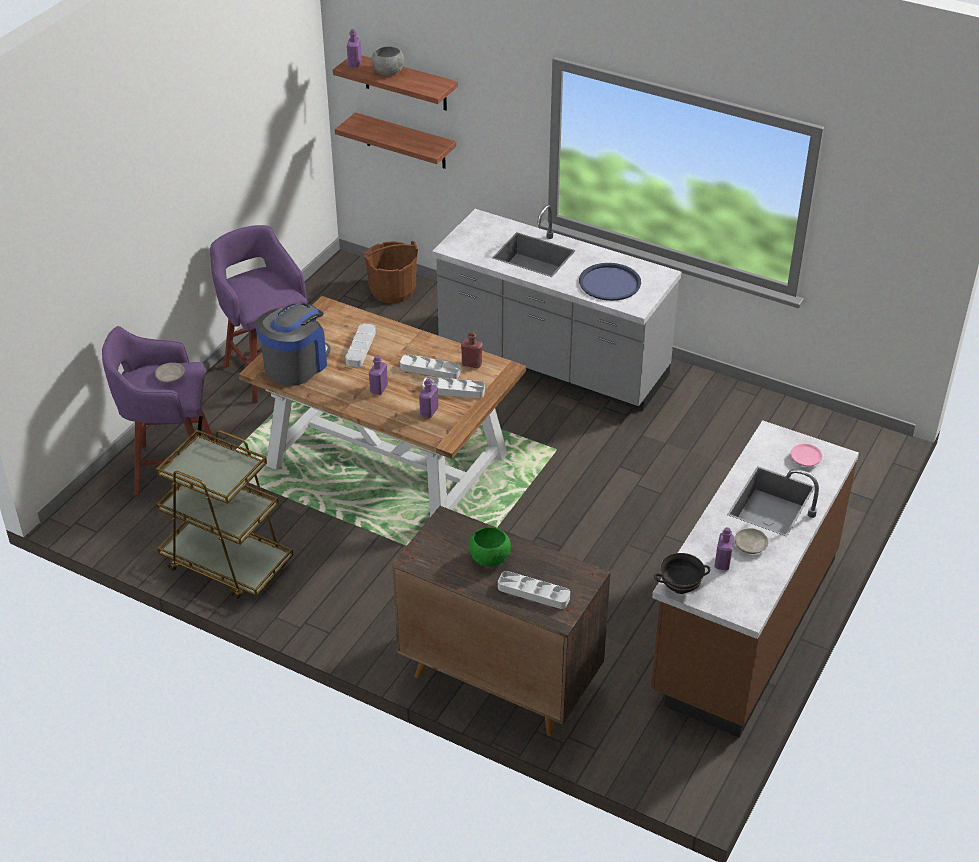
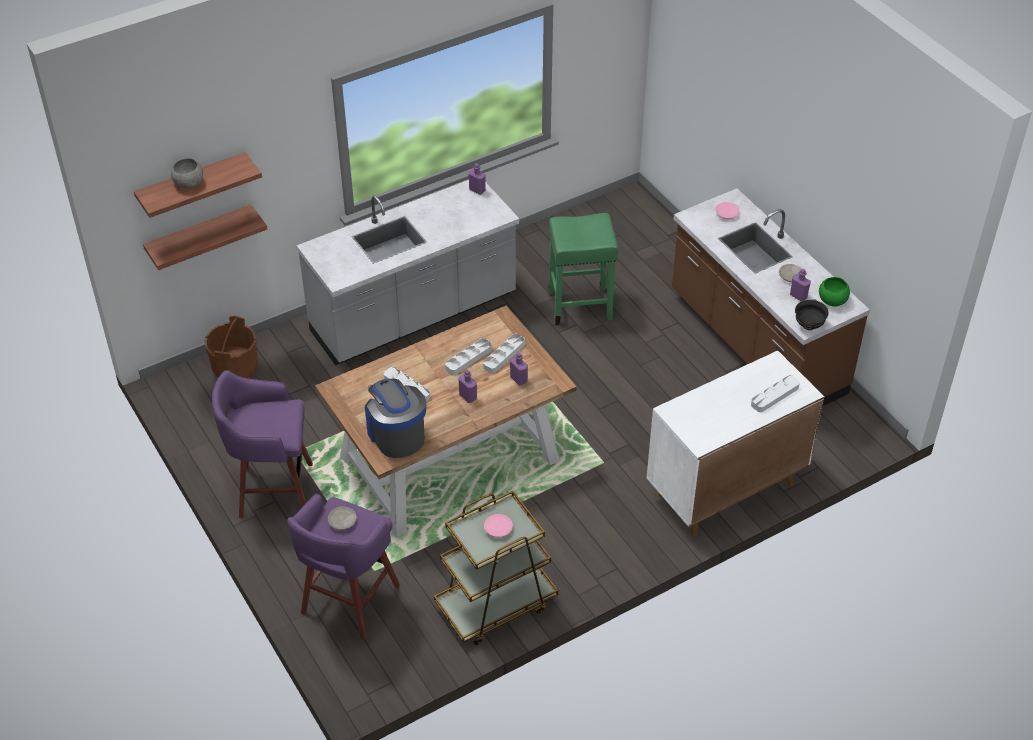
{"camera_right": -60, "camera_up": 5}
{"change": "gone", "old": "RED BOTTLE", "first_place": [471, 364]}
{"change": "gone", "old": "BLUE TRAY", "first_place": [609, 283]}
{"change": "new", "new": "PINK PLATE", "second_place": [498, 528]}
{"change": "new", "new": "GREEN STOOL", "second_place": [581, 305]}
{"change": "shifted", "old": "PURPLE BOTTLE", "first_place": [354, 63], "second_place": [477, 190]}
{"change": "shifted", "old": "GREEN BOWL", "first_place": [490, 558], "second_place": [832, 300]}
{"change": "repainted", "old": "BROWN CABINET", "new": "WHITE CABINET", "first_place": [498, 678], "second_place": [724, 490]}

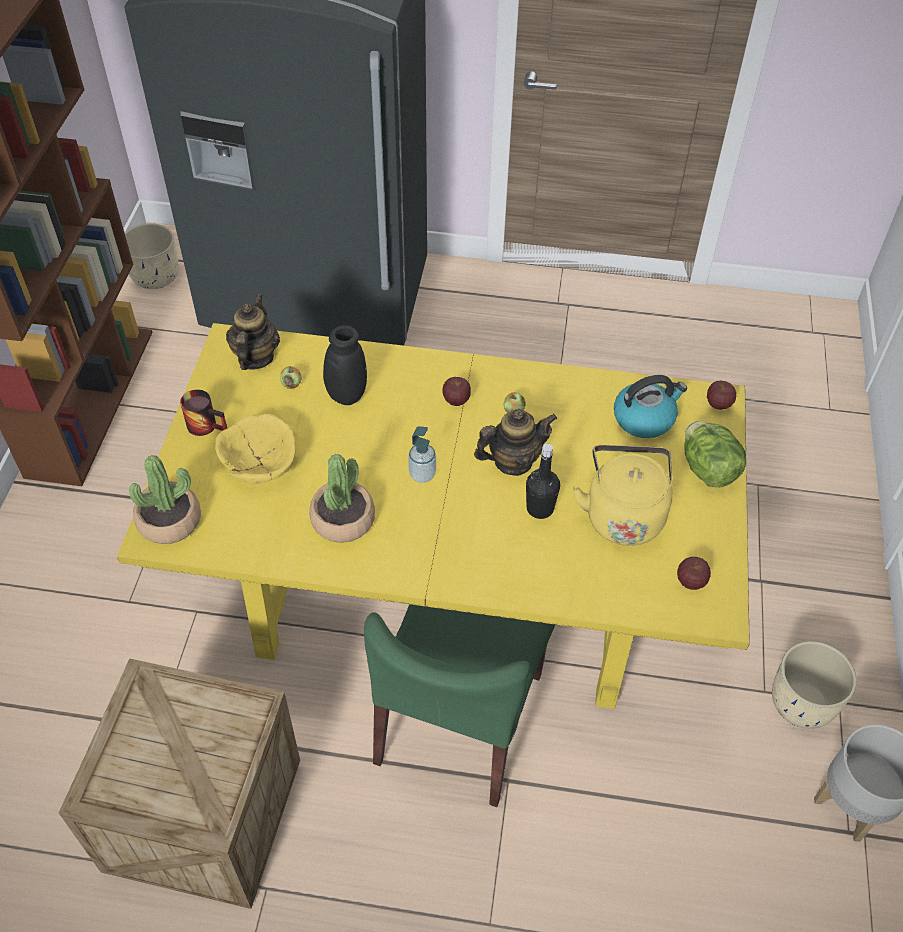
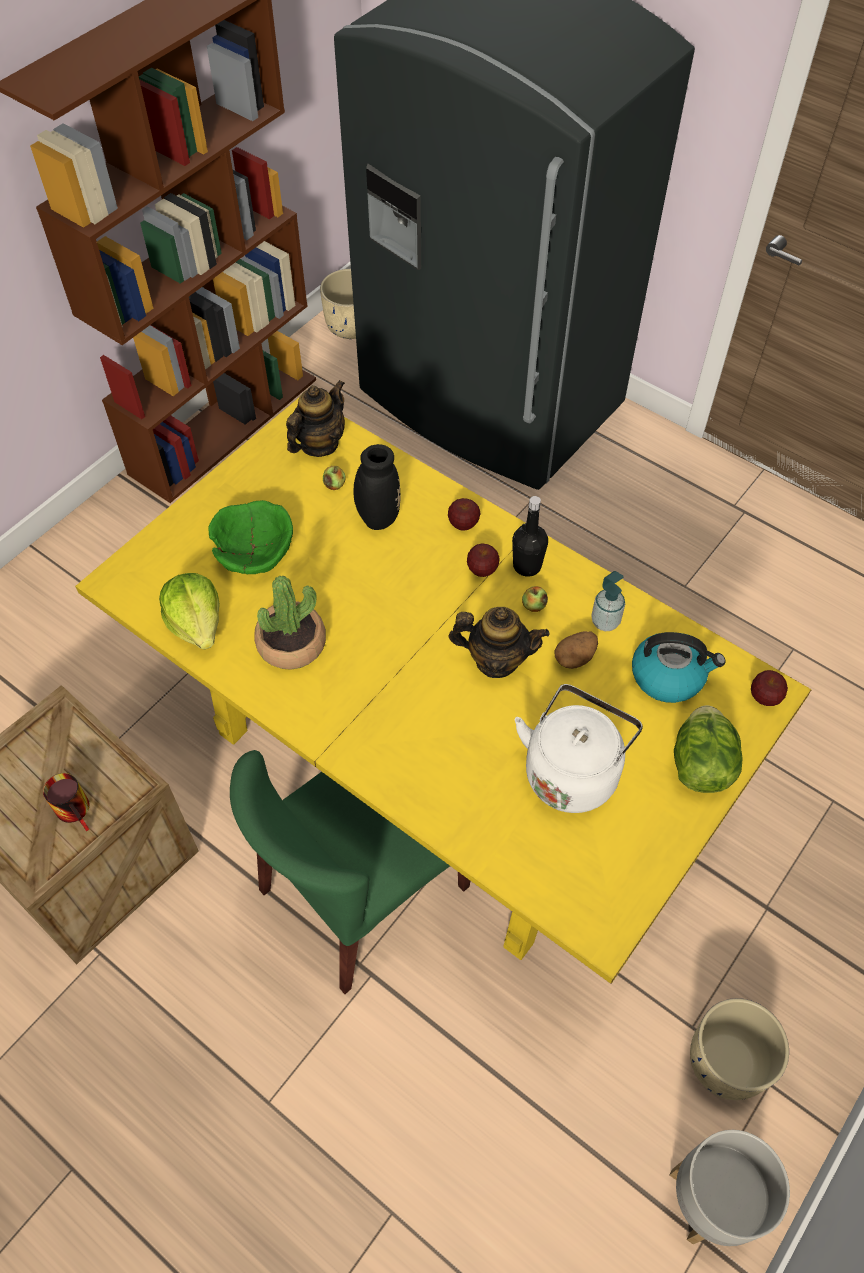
{"camera_right": 30, "camera_up": 5}
{"change": "gone", "old": "POTTED PLANT", "first_place": [169, 521]}
{"change": "new", "new": "LETTUCE", "second_place": [197, 623]}
{"change": "new", "new": "POTATO", "second_place": [575, 657]}
{"change": "shifted", "old": "MUG", "first_place": [208, 424], "second_place": [78, 810]}
{"change": "shifted", "old": "SOAP DISPENSER", "first_place": [422, 474], "second_place": [605, 621]}
{"change": "shifted", "old": "BLACK BOTTLE", "first_place": [540, 508], "second_place": [527, 566]}
{"change": "shifted", "old": "APPLE", "first_place": [690, 582], "second_place": [463, 524]}
{"change": "repainted", "old": "YELLOW BOWL", "new": "GREEN BOWL", "first_place": [259, 461], "second_place": [255, 550]}
{"change": "repainted", "old": "YELLOW KETTLE", "new": "WHITE KETTLE", "first_place": [623, 514], "second_place": [572, 770]}

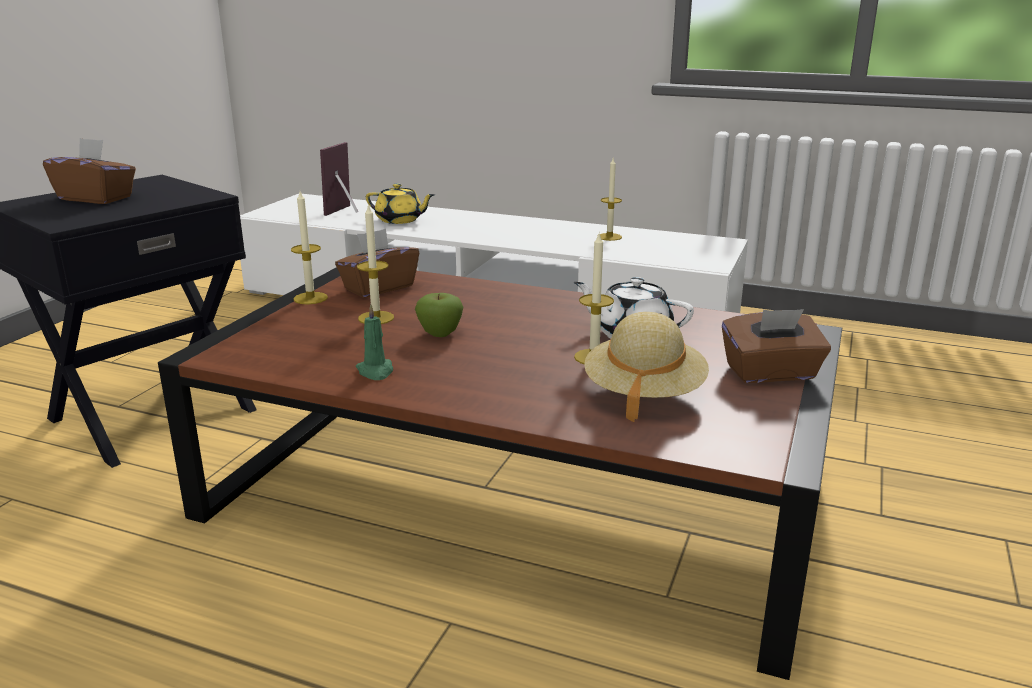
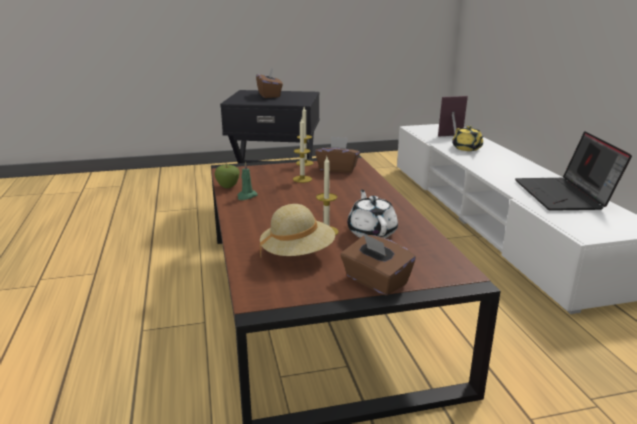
{"camera_right": 55, "camera_up": 0}
{"change": "shifted", "old": "APPLE", "first_place": [440, 334], "second_place": [228, 186]}
{"change": "swapped", "old": "CANDLE", "new": "LAPTOP", "first_place": [609, 237], "second_place": [564, 195]}

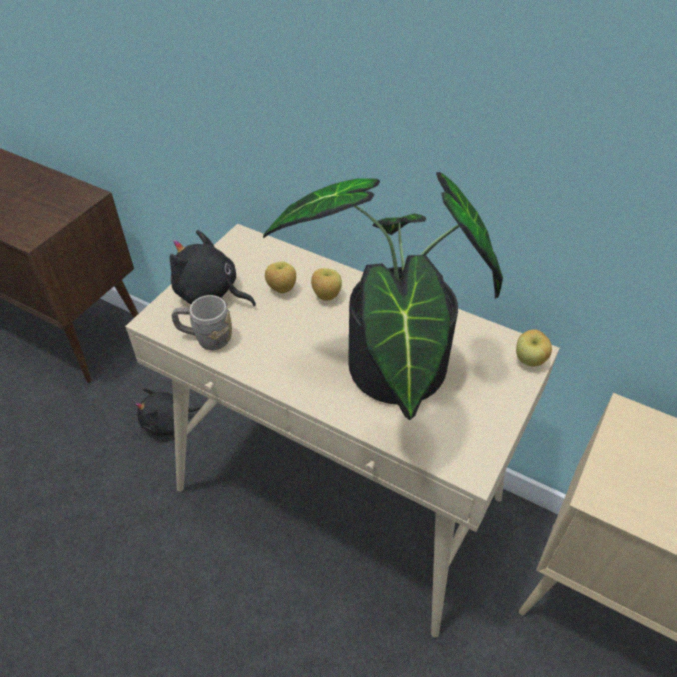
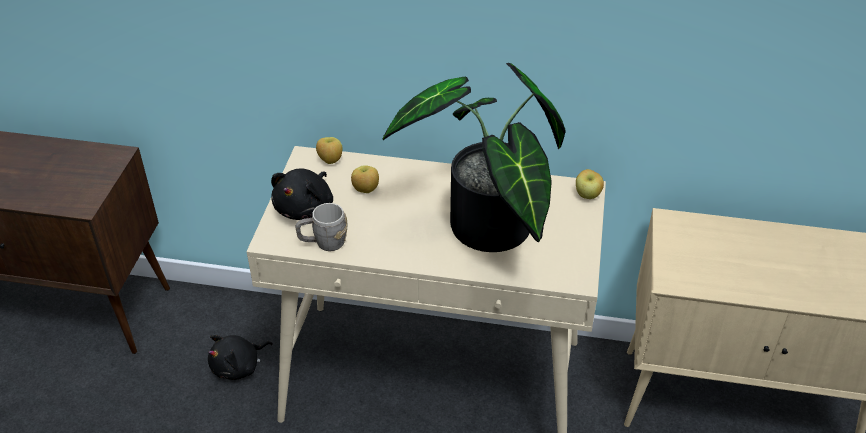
{"camera_right": -20, "camera_up": -5}
{"change": "shifted", "old": "APPLE", "first_place": [326, 296], "second_place": [330, 161]}
{"change": "rotated", "old": "BLACK PLUSH TOY", "first_place": [210, 293], "second_place": [306, 208], "degrees": -75}

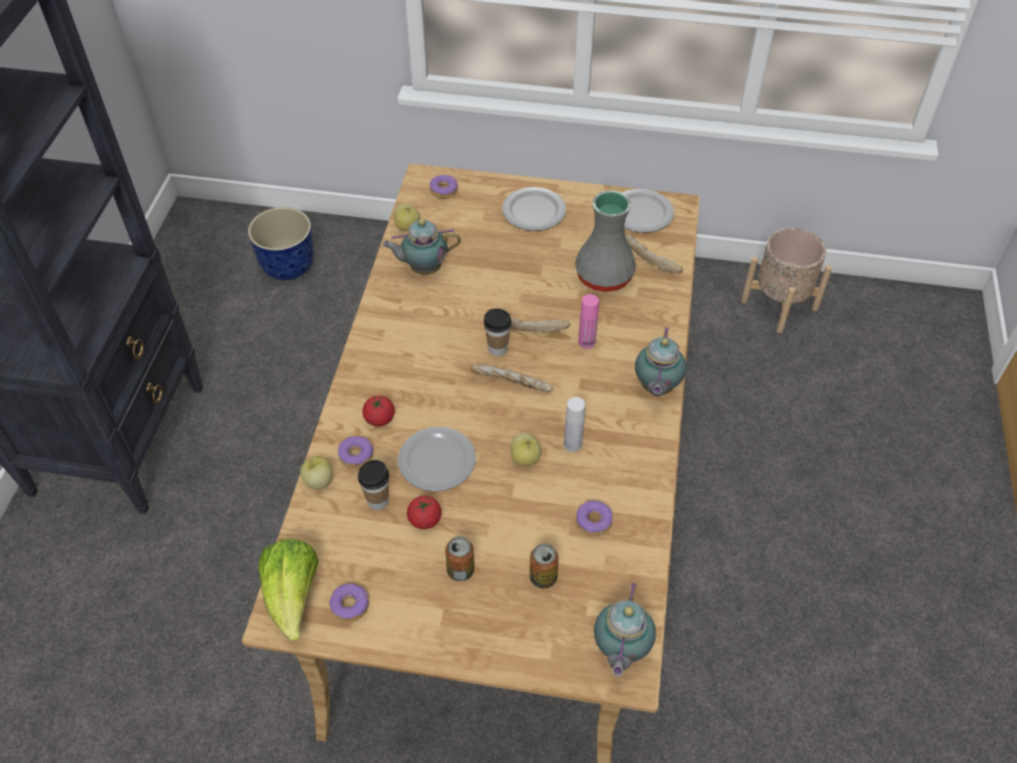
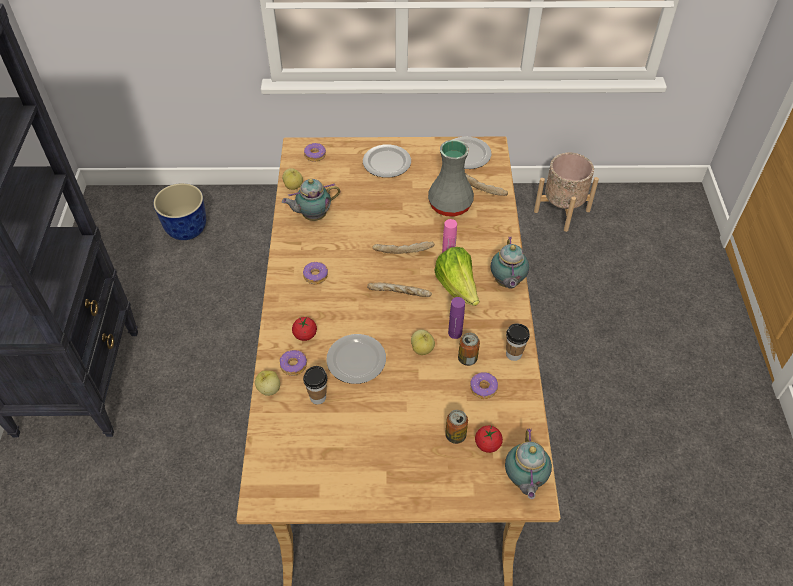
{"camera_right": -10, "camera_up": 0}
{"change": "shifted", "old": "LETTUCE", "first_place": [293, 598], "second_place": [457, 287]}
{"change": "shifted", "old": "DONUT", "first_place": [350, 605], "second_place": [315, 276]}
{"change": "shifted", "old": "TOMATO", "first_place": [425, 519], "second_place": [487, 444]}
{"change": "shifted", "old": "CAN", "first_place": [460, 570], "second_place": [467, 358]}
{"change": "shifted", "old": "CUP", "first_place": [497, 348], "second_place": [513, 354]}
{"change": "repainted", "old": "WHITE BOTTLE", "new": "PURPLE BOTTLE", "first_place": [572, 444], "second_place": [455, 333]}

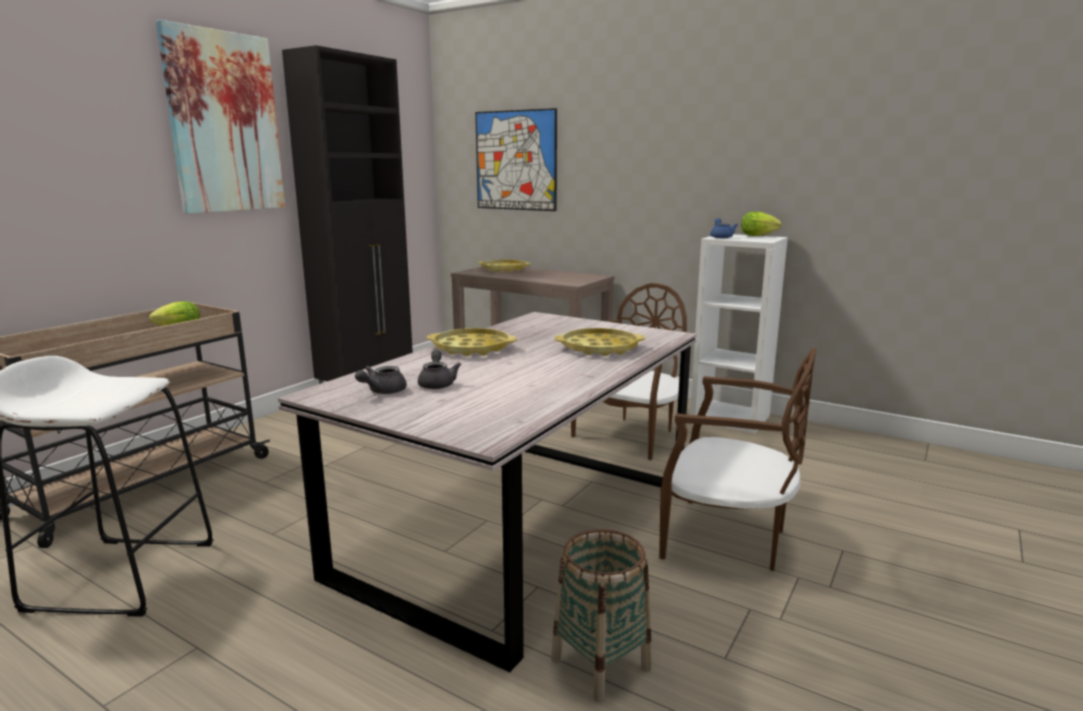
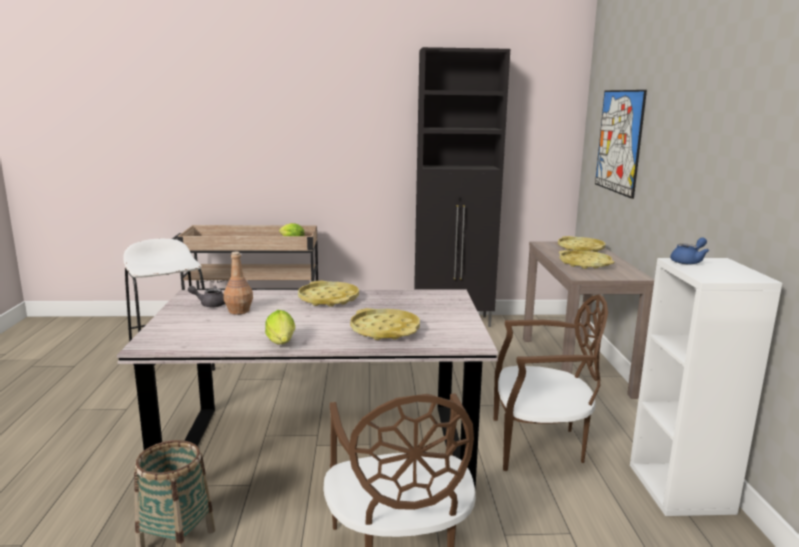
{"camera_right": 55, "camera_up": 0}
{"change": "gone", "old": "PICTURE", "first_place": [225, 123]}
{"change": "new", "new": "YELLOW TRAY", "second_place": [585, 264]}
{"change": "shifted", "old": "LETTUCE", "first_place": [760, 236], "second_place": [281, 344]}
{"change": "swapped", "old": "GREY TEAPOT", "new": "BROWN BOTTLE", "first_place": [437, 383], "second_place": [239, 311]}

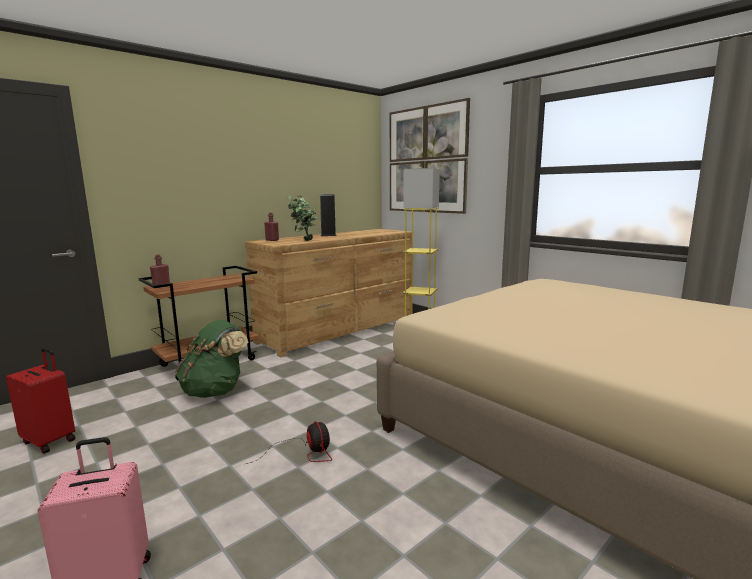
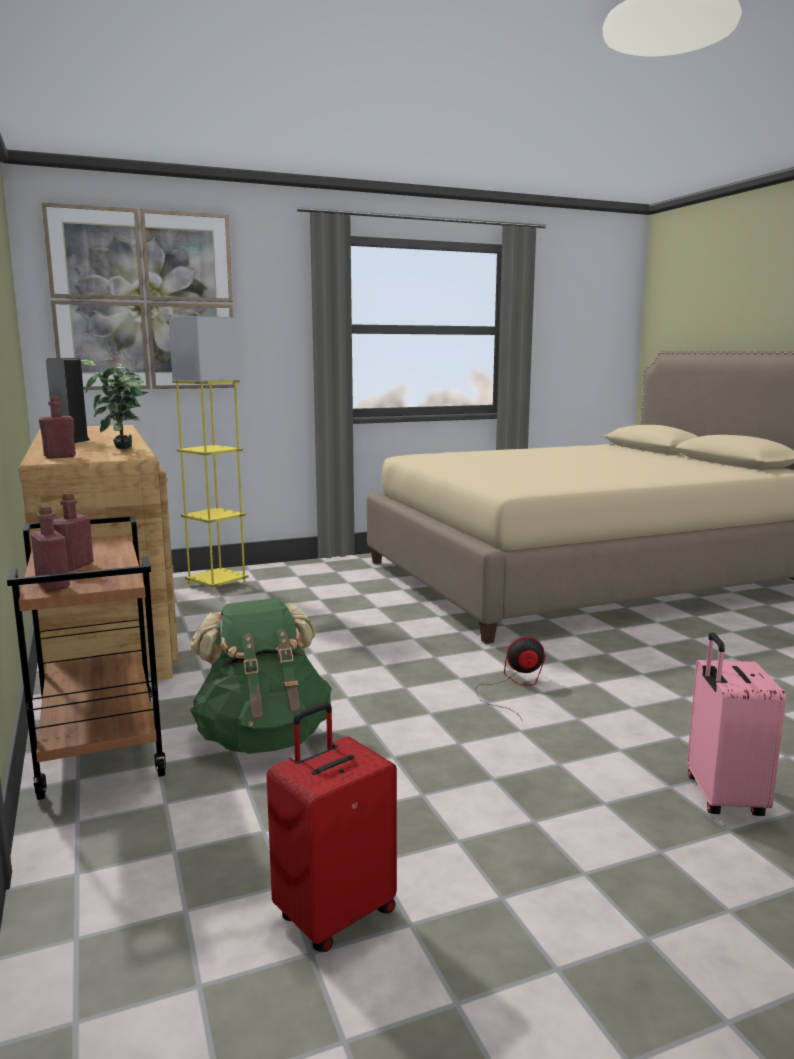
{"camera_right": -70, "camera_up": 0}
{"change": "new", "new": "RED BOTTLE", "second_place": [74, 566]}

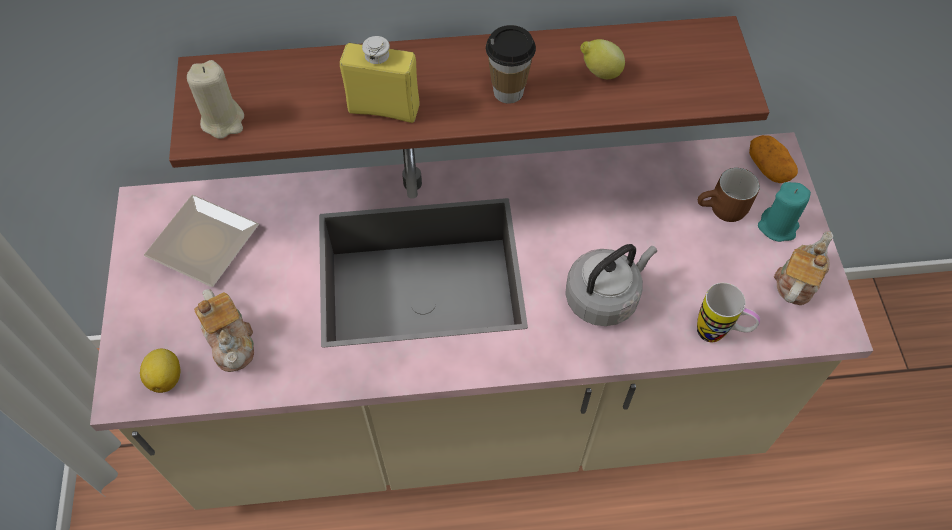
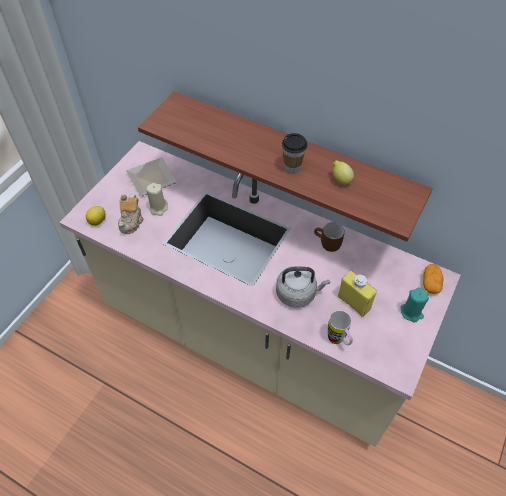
{"camera_right": 35, "camera_up": -5}
{"change": "gone", "old": "TEAPOT", "first_place": [797, 281]}
{"change": "shifted", "old": "BEIGE CANDLE", "first_place": [223, 121], "second_place": [158, 208]}
{"change": "shifted", "old": "YELLOW BOTTLE", "first_place": [384, 109], "second_place": [353, 303]}
{"change": "shifted", "old": "BROWN MUG", "first_place": [723, 211], "second_place": [327, 244]}

